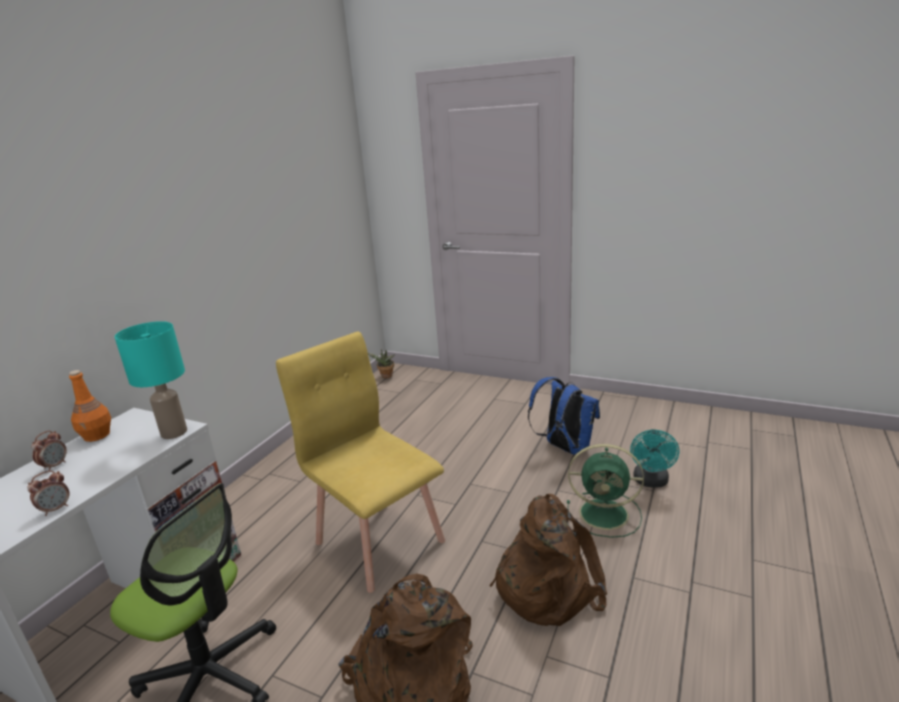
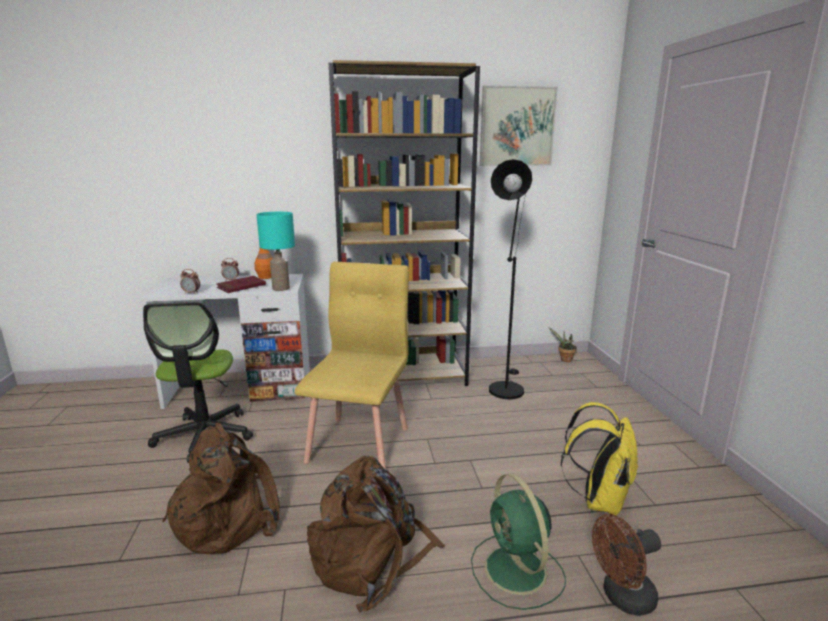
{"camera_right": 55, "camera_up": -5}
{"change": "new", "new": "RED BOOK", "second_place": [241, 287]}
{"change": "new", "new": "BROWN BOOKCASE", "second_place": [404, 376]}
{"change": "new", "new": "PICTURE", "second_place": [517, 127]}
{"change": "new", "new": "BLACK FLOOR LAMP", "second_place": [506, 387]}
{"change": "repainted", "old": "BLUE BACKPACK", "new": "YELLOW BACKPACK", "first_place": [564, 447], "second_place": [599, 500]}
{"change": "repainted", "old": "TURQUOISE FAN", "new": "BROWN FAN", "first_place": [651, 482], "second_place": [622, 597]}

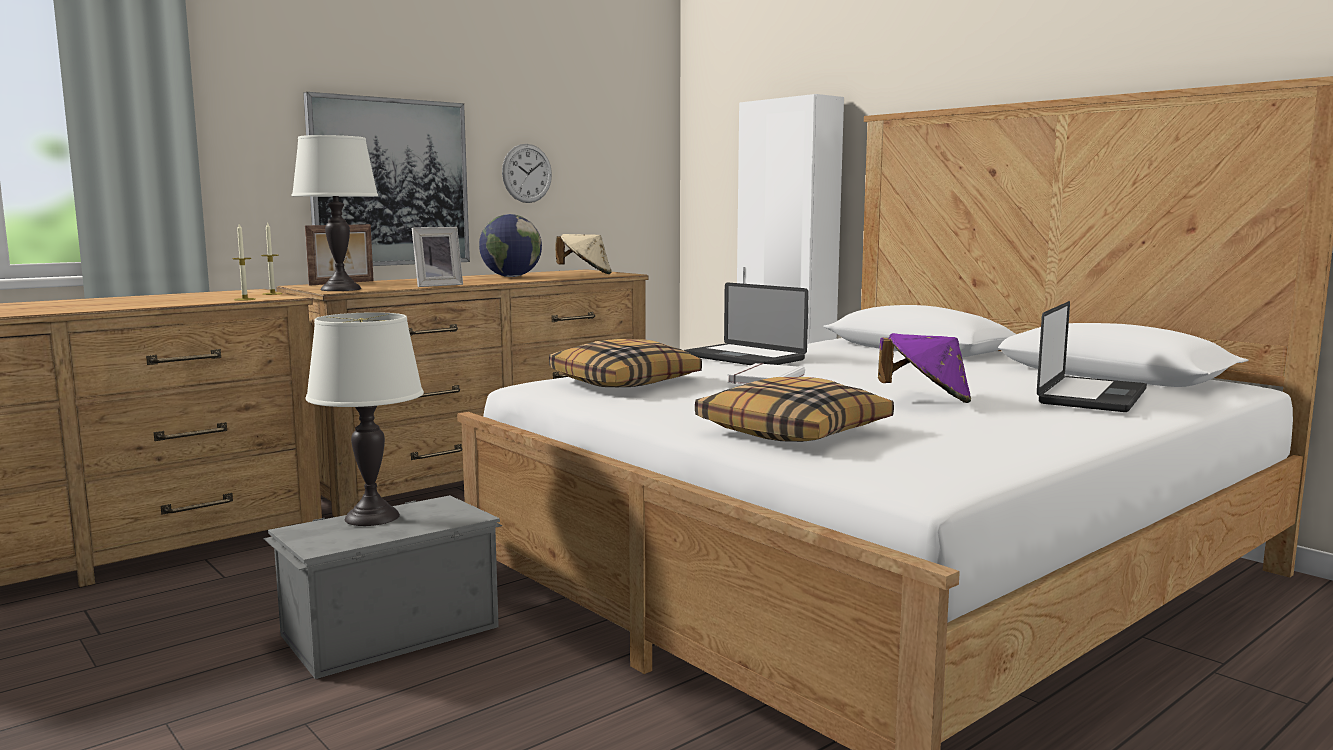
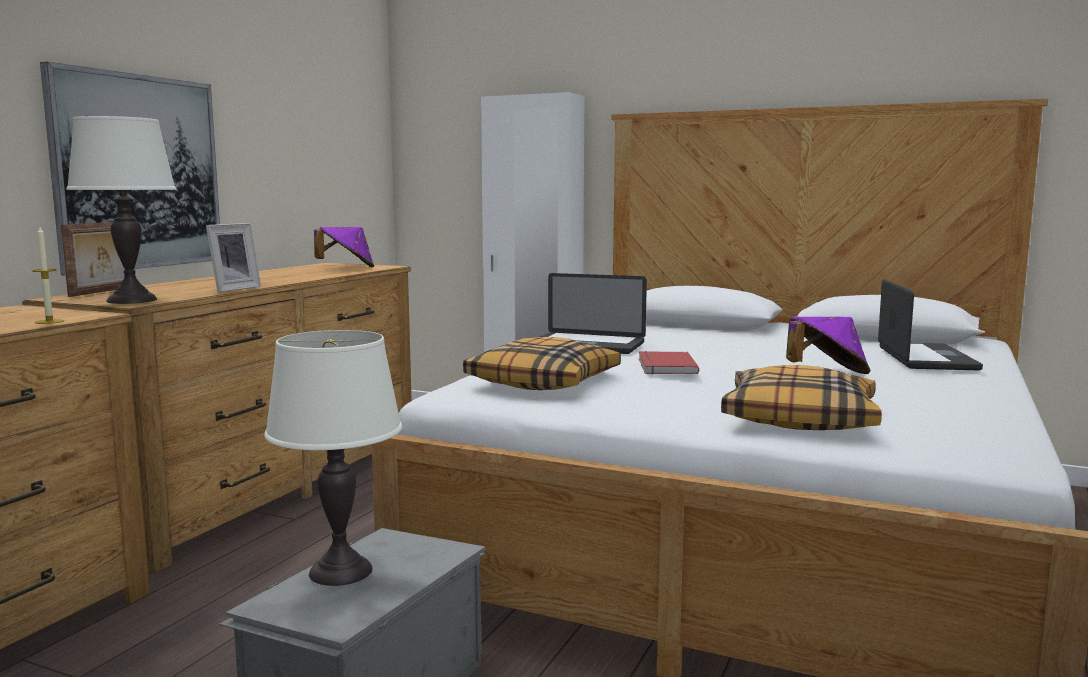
{"camera_right": -25, "camera_up": 0}
{"change": "gone", "old": "CANDLE", "first_place": [272, 294]}
{"change": "gone", "old": "GLOBE", "first_place": [511, 277]}
{"change": "gone", "old": "WALL CLOCK", "first_place": [527, 173]}
{"change": "repainted", "old": "BEIGE HAT", "new": "PURPLE HAT", "first_place": [585, 274], "second_place": [347, 268]}
{"change": "repainted", "old": "WHITE BOOK", "new": "RED BOOK", "first_place": [764, 378], "second_place": [664, 366]}

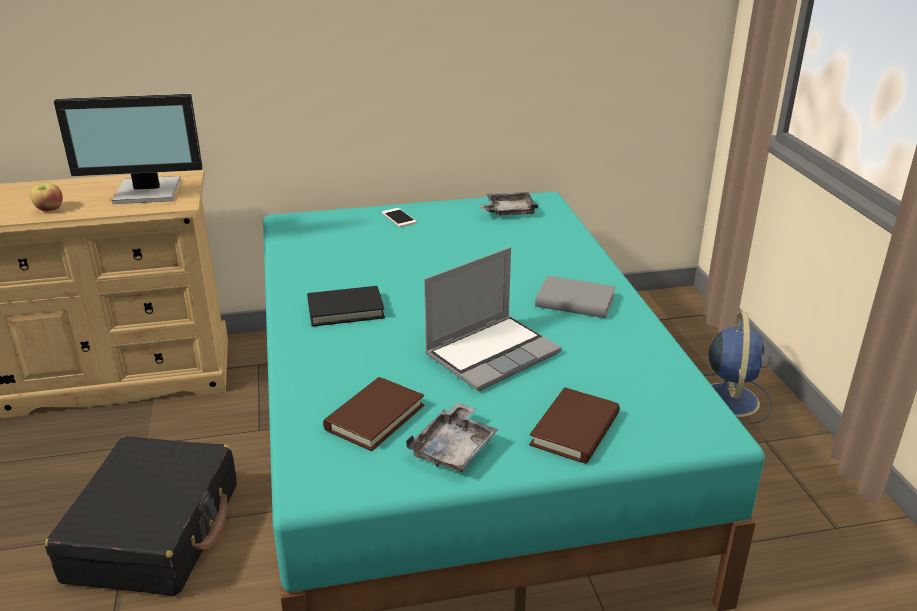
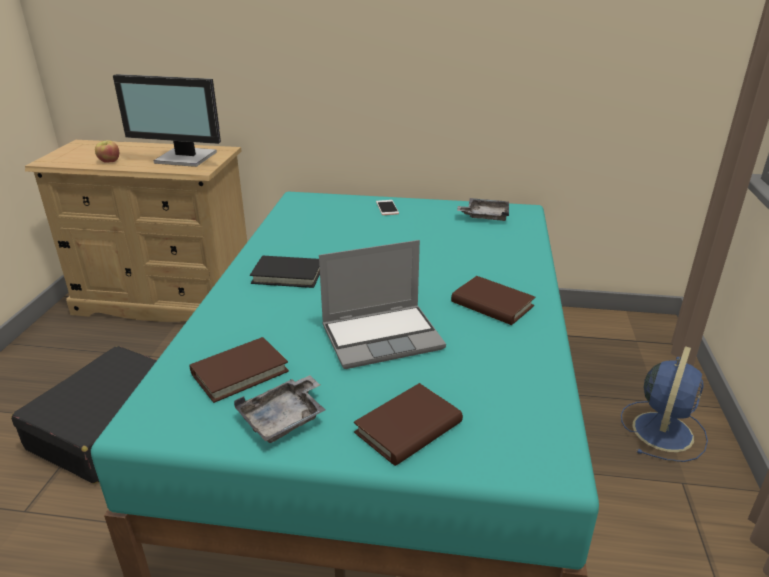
{"camera_right": 20, "camera_up": 0}
{"change": "repainted", "old": "GREY BOOK", "new": "BROWN BOOK", "first_place": [575, 301], "second_place": [492, 304]}

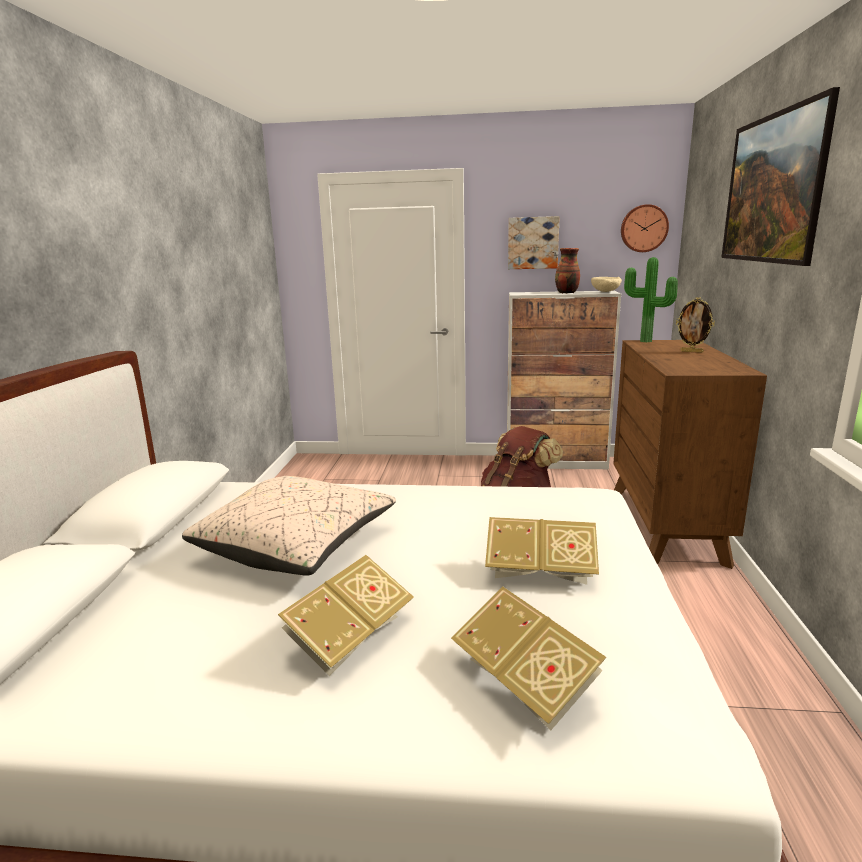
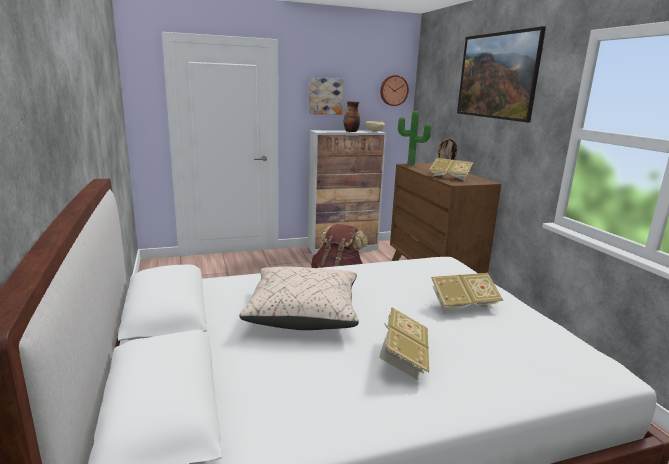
{"camera_right": -25, "camera_up": 0}
{"change": "shifted", "old": "BOOK", "first_place": [525, 681], "second_place": [450, 177]}

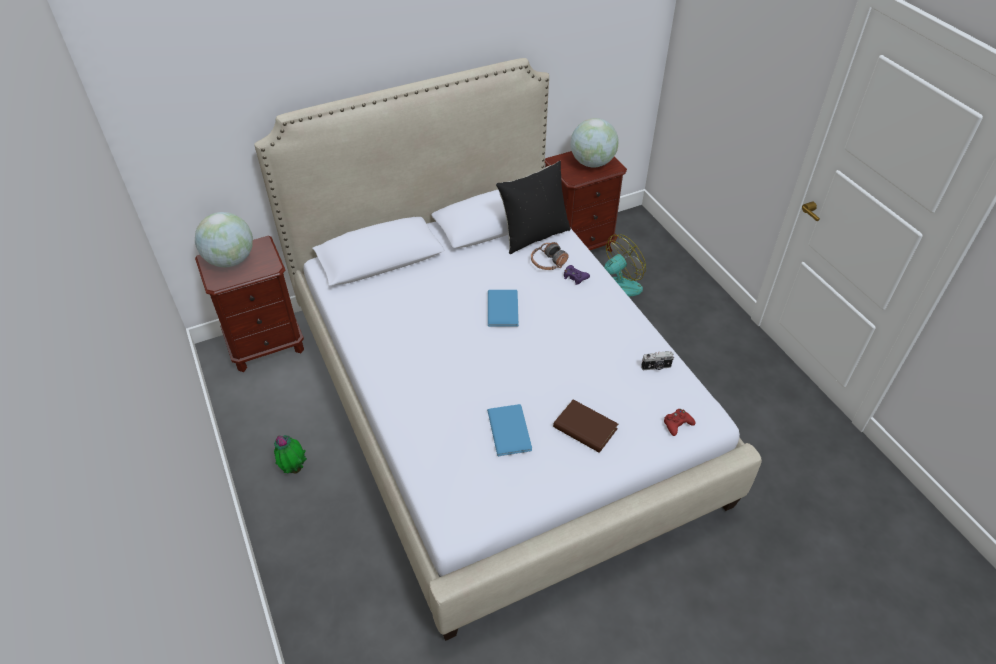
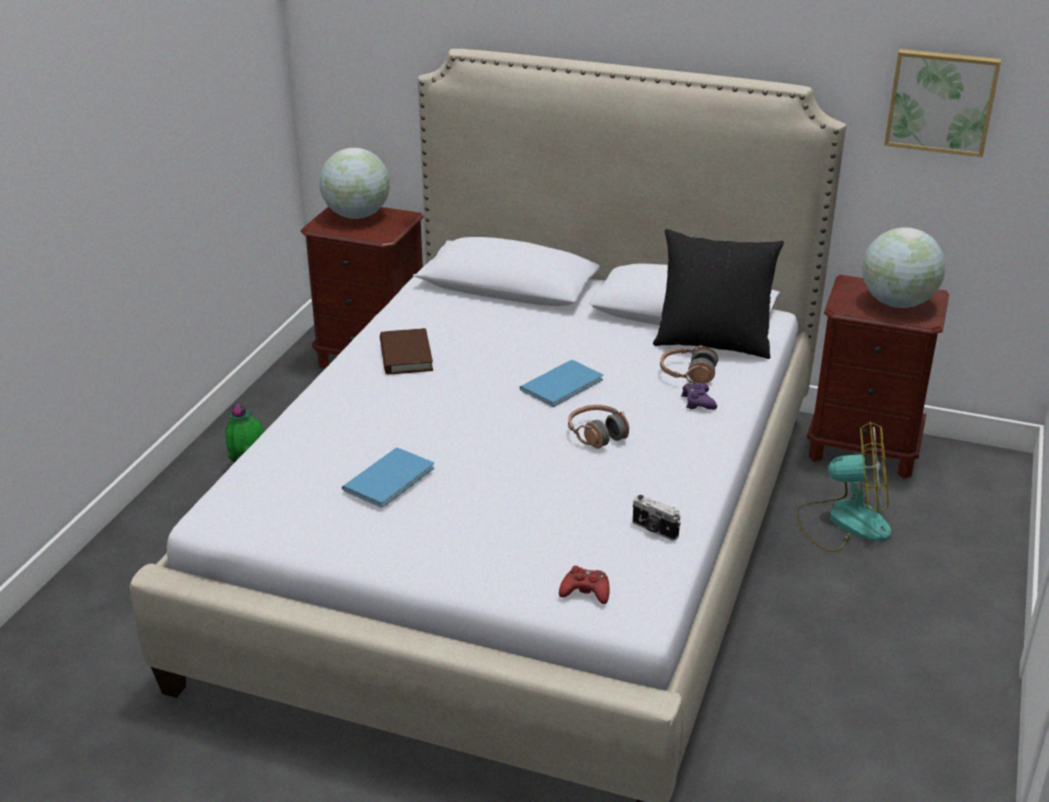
{"camera_right": 45, "camera_up": -15}
{"change": "new", "new": "HEADPHONES", "second_place": [597, 434]}
{"change": "new", "new": "PICTURE", "second_place": [941, 101]}
{"change": "shifted", "old": "BROWN BOOK", "first_place": [585, 428], "second_place": [406, 355]}

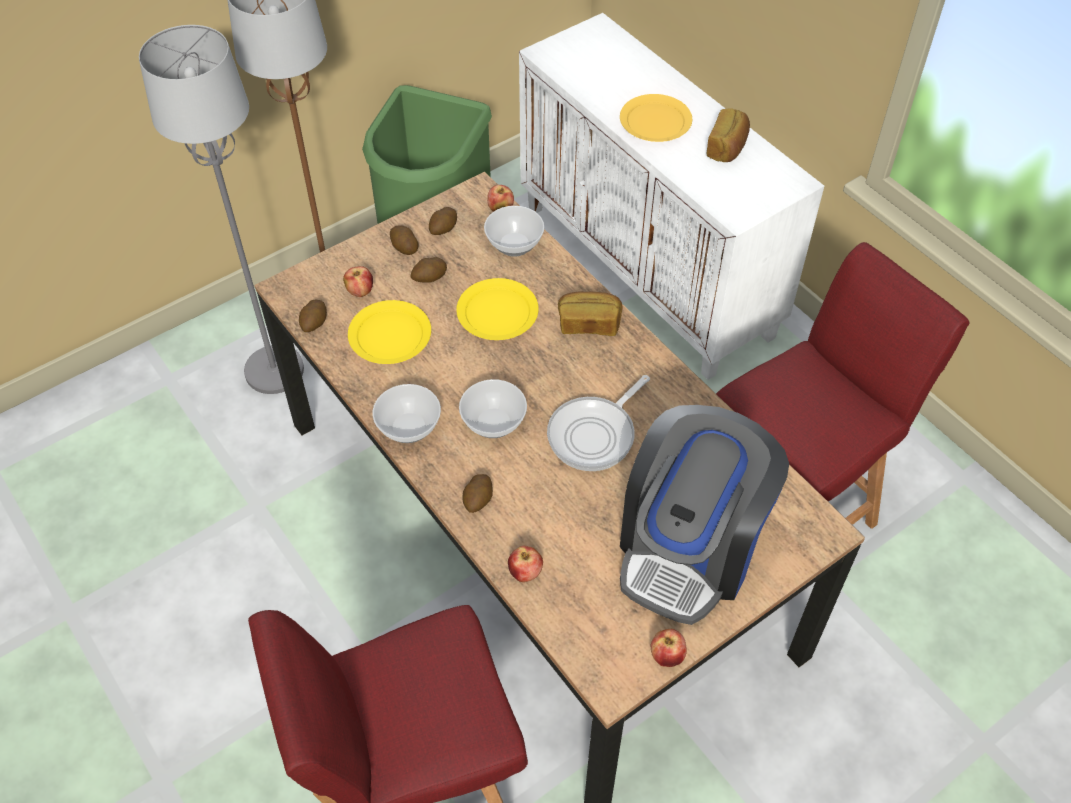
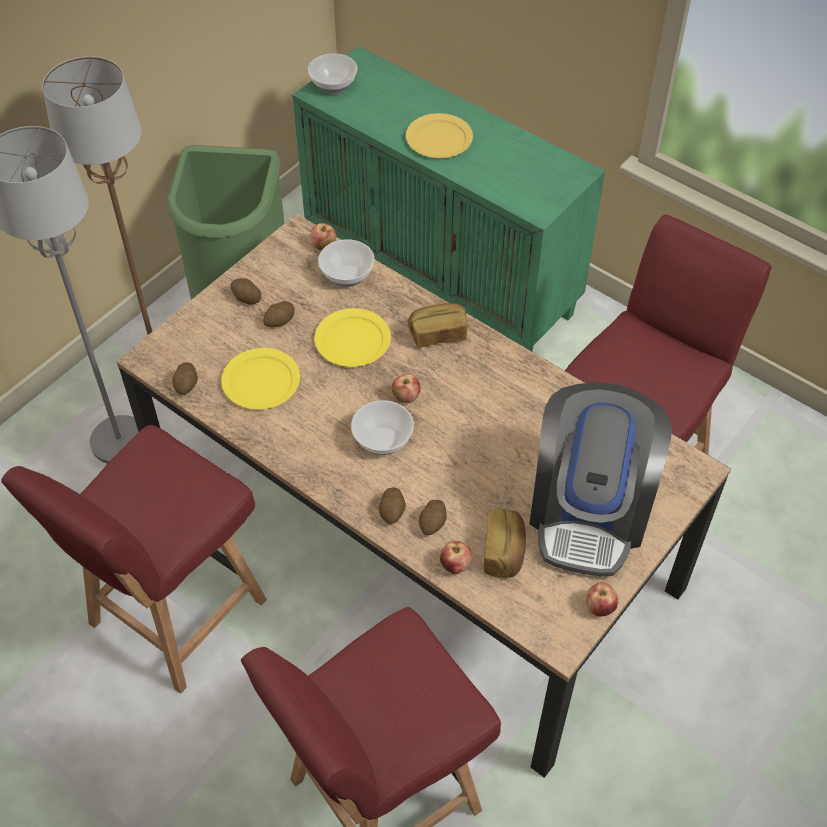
{"camera_right": -15, "camera_up": 0}
{"change": "gone", "old": "FRYING PAN", "first_place": [595, 434]}
{"change": "new", "new": "RED CHAIR", "second_place": [174, 614]}
{"change": "shifted", "old": "APPLE", "first_place": [360, 291], "second_place": [406, 397]}
{"change": "shifted", "old": "BOWL", "first_place": [409, 428], "second_place": [333, 86]}
{"change": "shifted", "old": "POTATO", "first_place": [443, 229], "second_place": [432, 524]}
{"change": "shifted", "old": "BREAD", "first_place": [727, 147], "second_place": [504, 552]}
{"change": "repainted", "old": "WHITE CABINET", "new": "GREEN CABINET", "first_place": [649, 271], "second_place": [443, 276]}

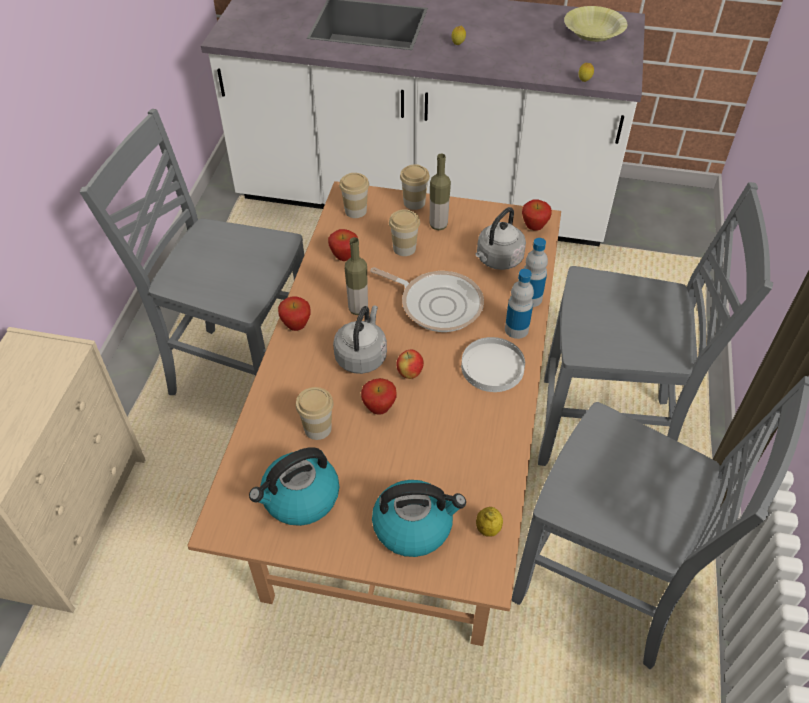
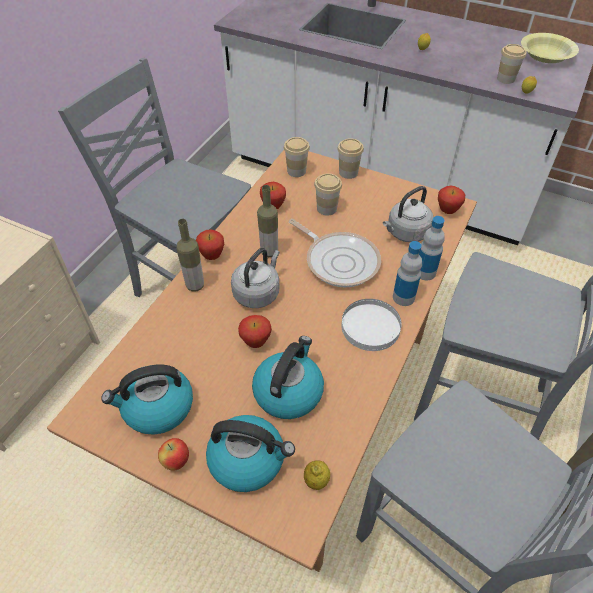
{"camera_right": 15, "camera_up": 0}
{"change": "new", "new": "KETTLE", "second_place": [288, 391]}
{"change": "shifted", "old": "CUP", "first_place": [317, 428], "second_place": [505, 79]}
{"change": "shifted", "old": "APPLE", "first_place": [409, 373], "second_place": [176, 461]}
{"change": "shifted", "old": "BOTTLE", "first_place": [438, 225], "second_place": [195, 285]}

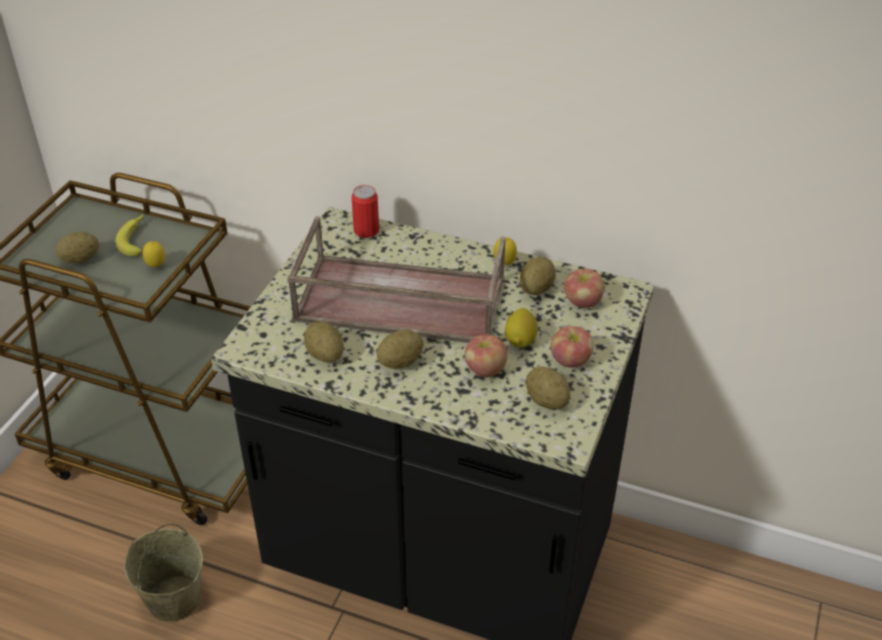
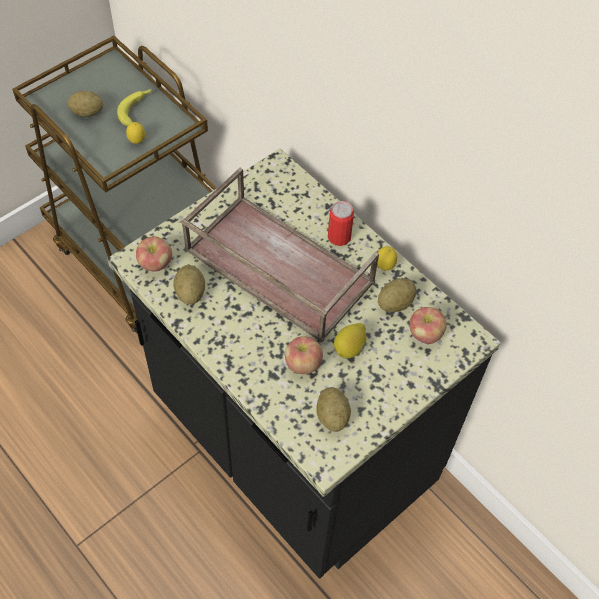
{"camera_right": 25, "camera_up": 15}
{"change": "gone", "old": "BEIGE BUCKET", "first_place": [173, 598]}
{"change": "gone", "old": "POTATO", "first_place": [400, 362]}
{"change": "shifted", "old": "CAN", "first_place": [366, 231], "second_place": [339, 237]}
{"change": "shifted", "old": "APPLE", "first_place": [570, 361], "second_place": [155, 264]}

